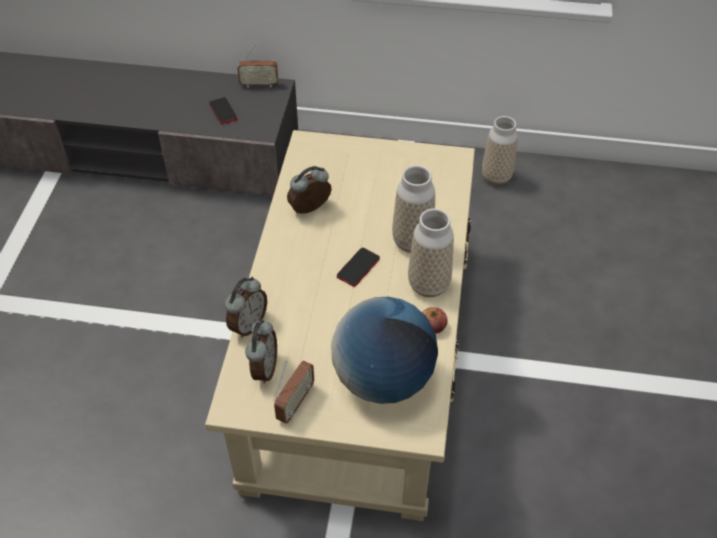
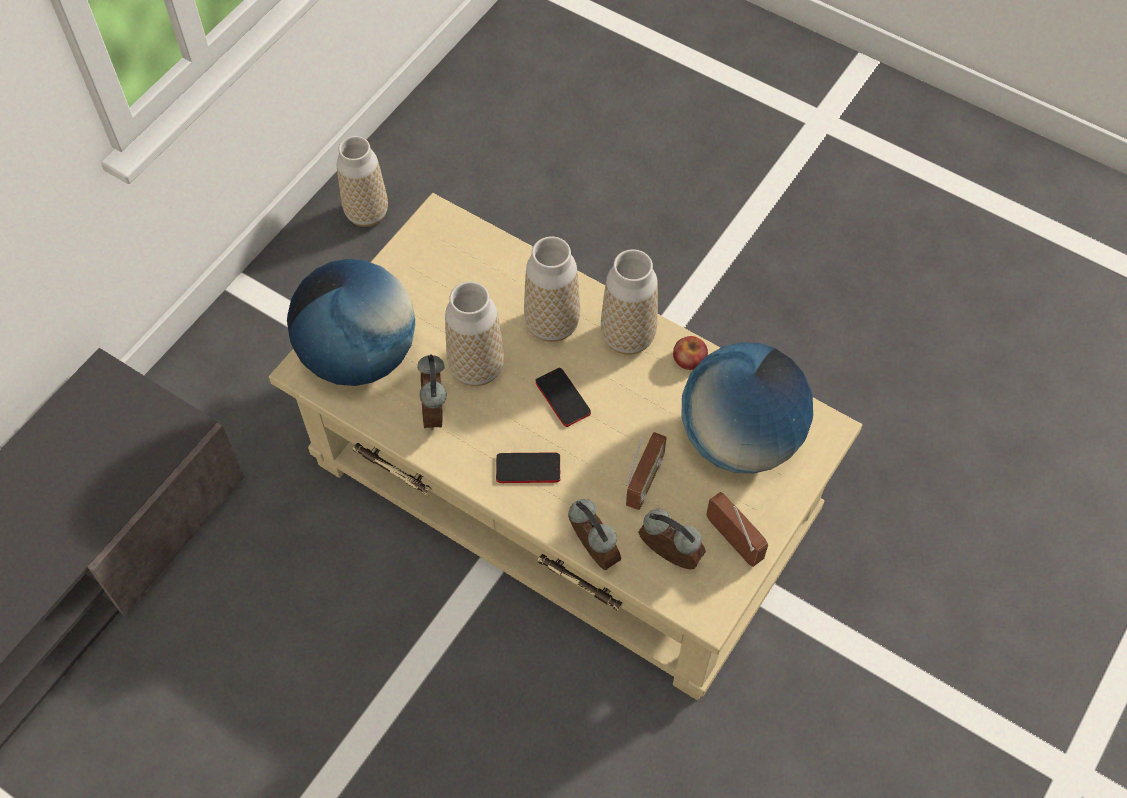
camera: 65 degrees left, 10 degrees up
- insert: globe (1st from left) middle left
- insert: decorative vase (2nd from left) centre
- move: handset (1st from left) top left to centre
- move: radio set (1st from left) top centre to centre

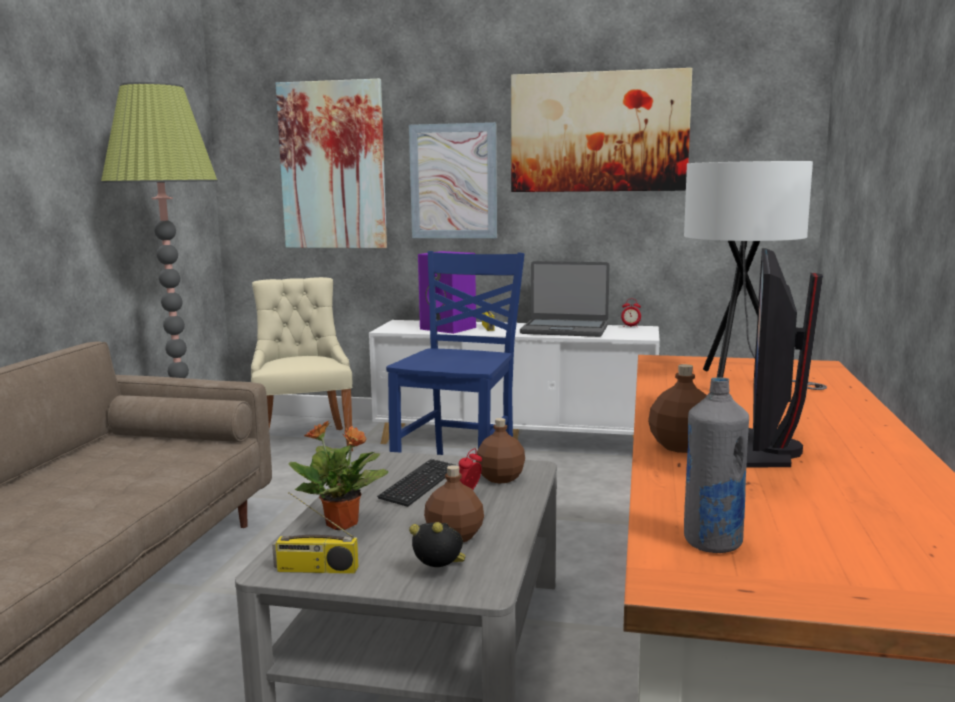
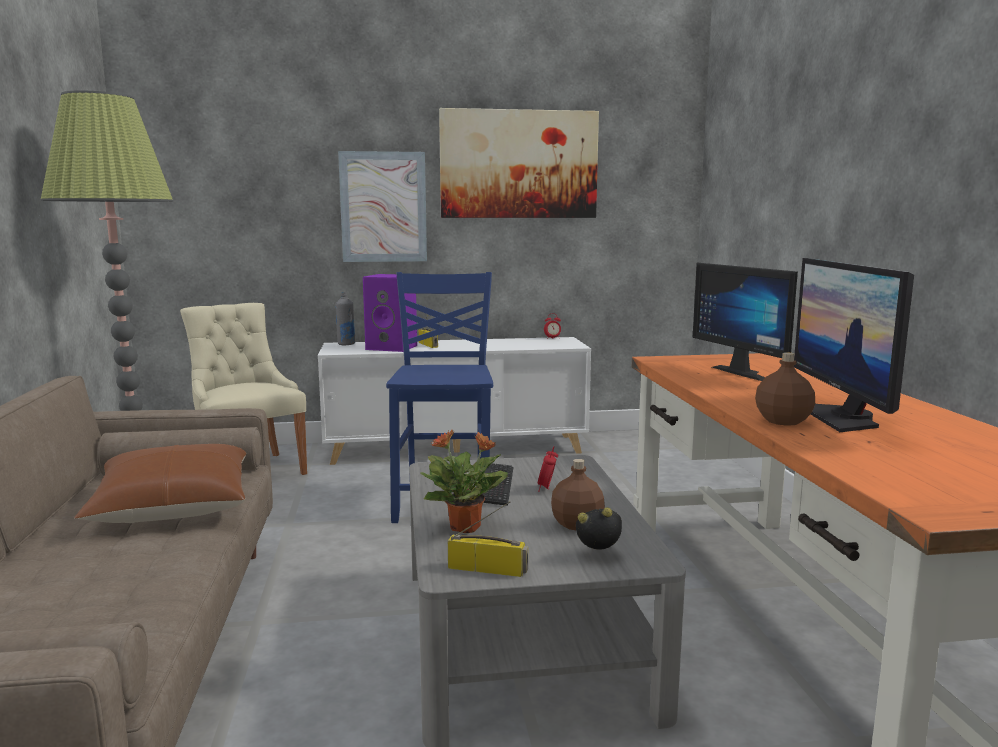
camera: 20 degrees left, 0 degrees up
- insert: pillow/brown middle left
- move: drink bottle/grey middle right to centre
- rotate: radio set (1st from left in the first image) bottom left = bottom centre 150 degrees counterclockwise
- replace: tabletop lamp/whitish middle right to computer screen (1st from left) middle right
- delete: wall picture (1st from left) top centre
- delete: drink bottle/brown (2nd from left) centre
- delete: portable computer centre

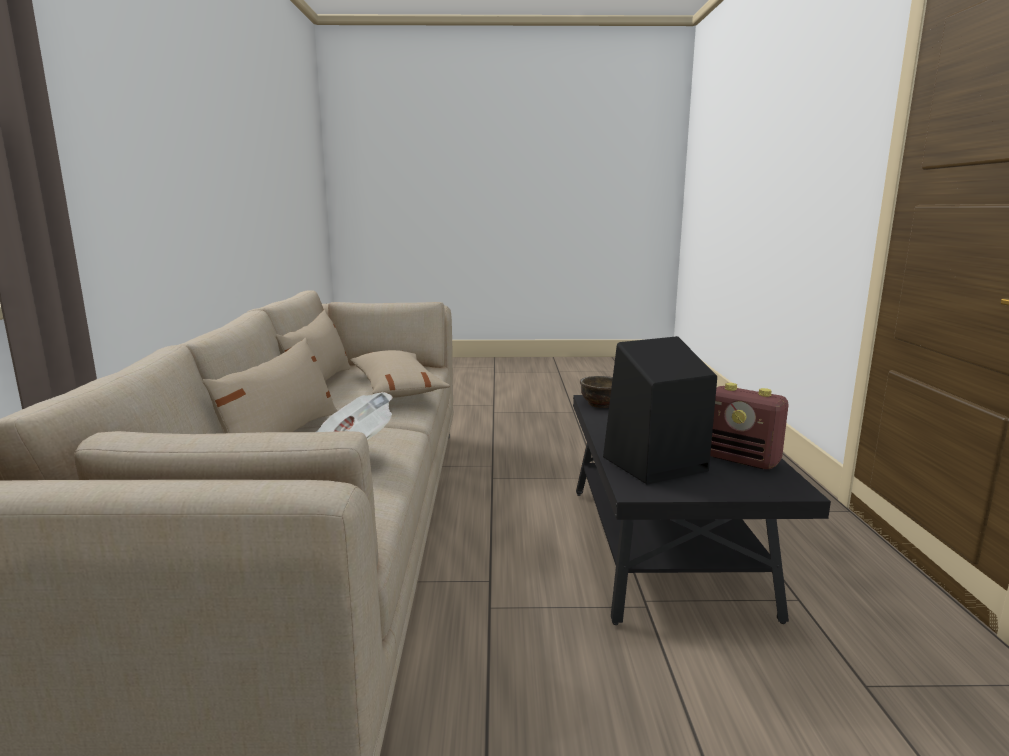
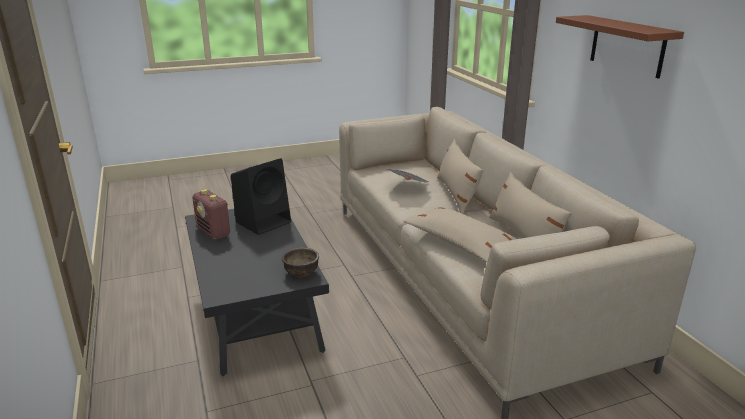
camera: 160 degrees right, 10 degrees up
- rotate: radio set middle right = middle left 150 degrees counterclockwise
- insert: bracket shelf/brown top right

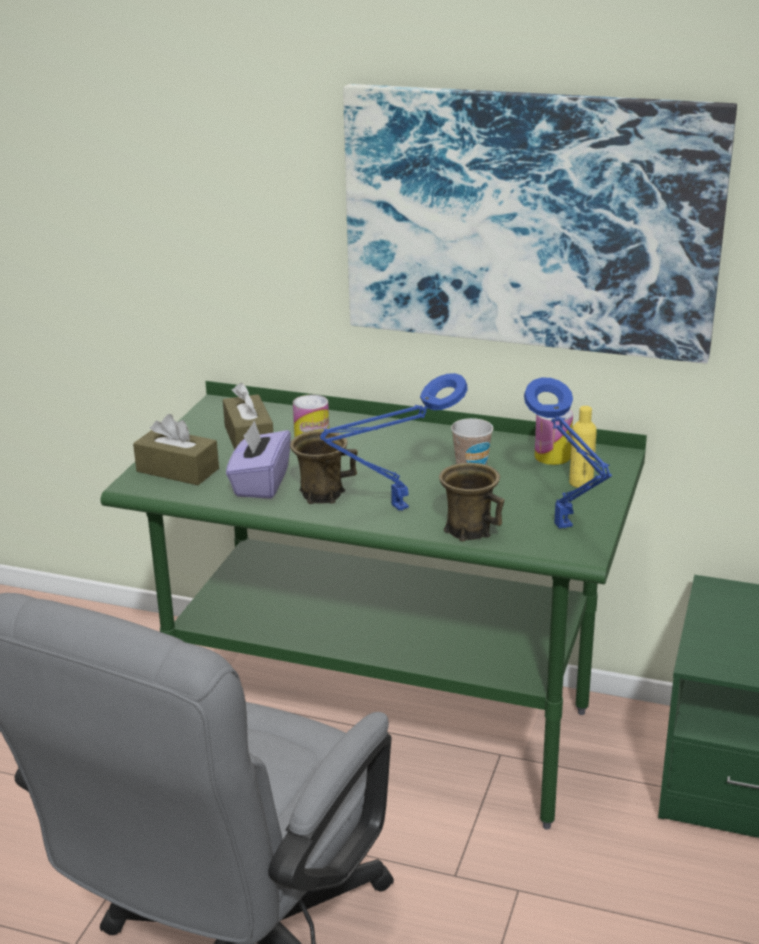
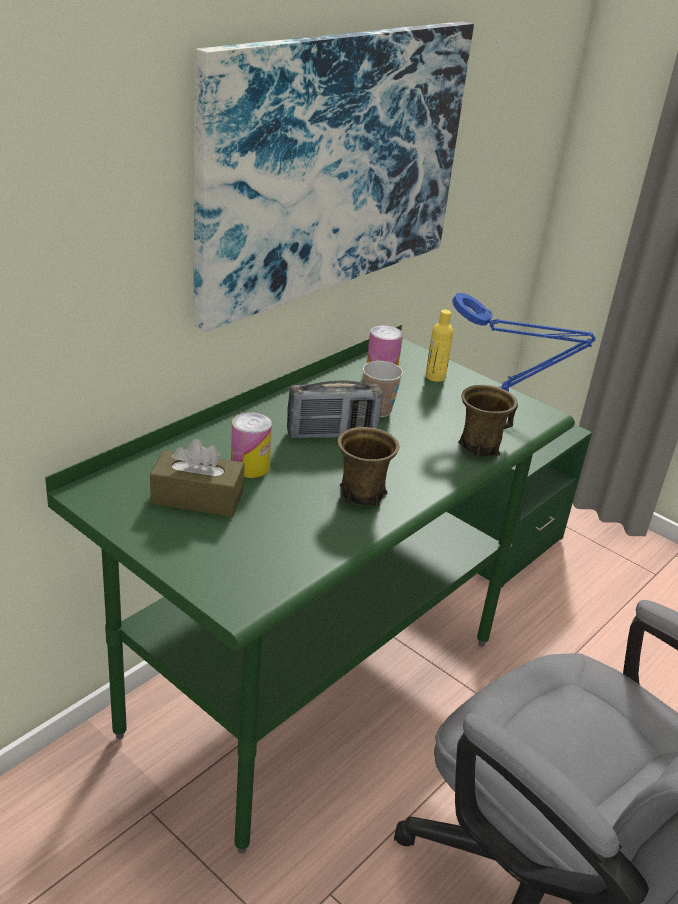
camera: 70 degrees left, 5 degrees up
- insert: radio set centre
- delete: tissue holder/brown (1st from left) middle left
- delete: tissue holder/purple centre
- delete: tabletop lamp/blue-coloured (1st from left) centre

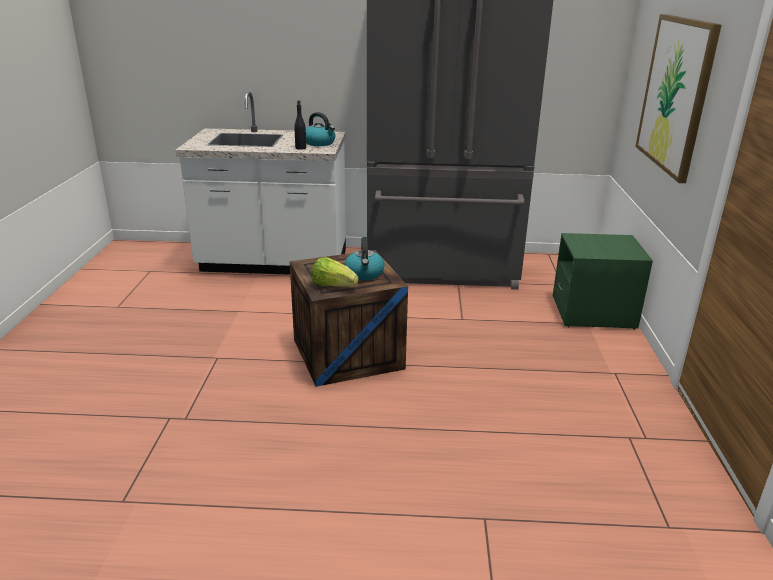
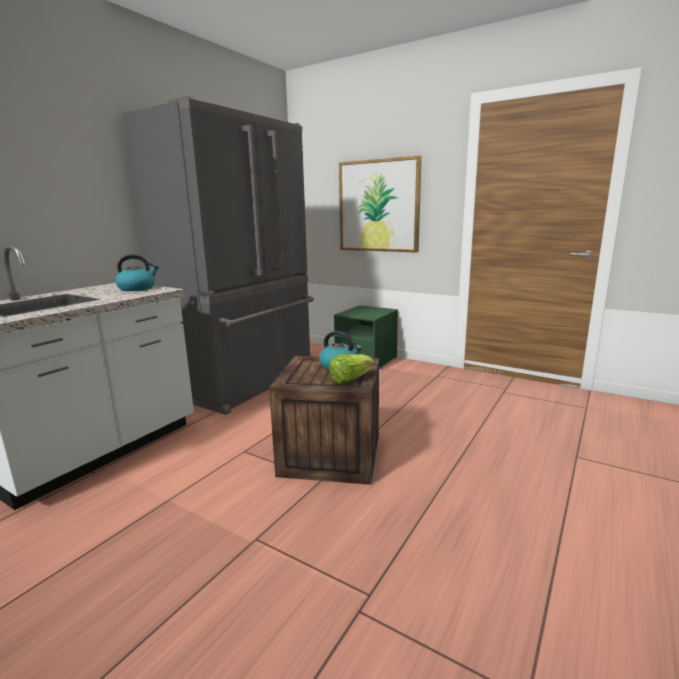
camera: 60 degrees left, 10 degrees down
- delete: drink bottle/blackish top centre

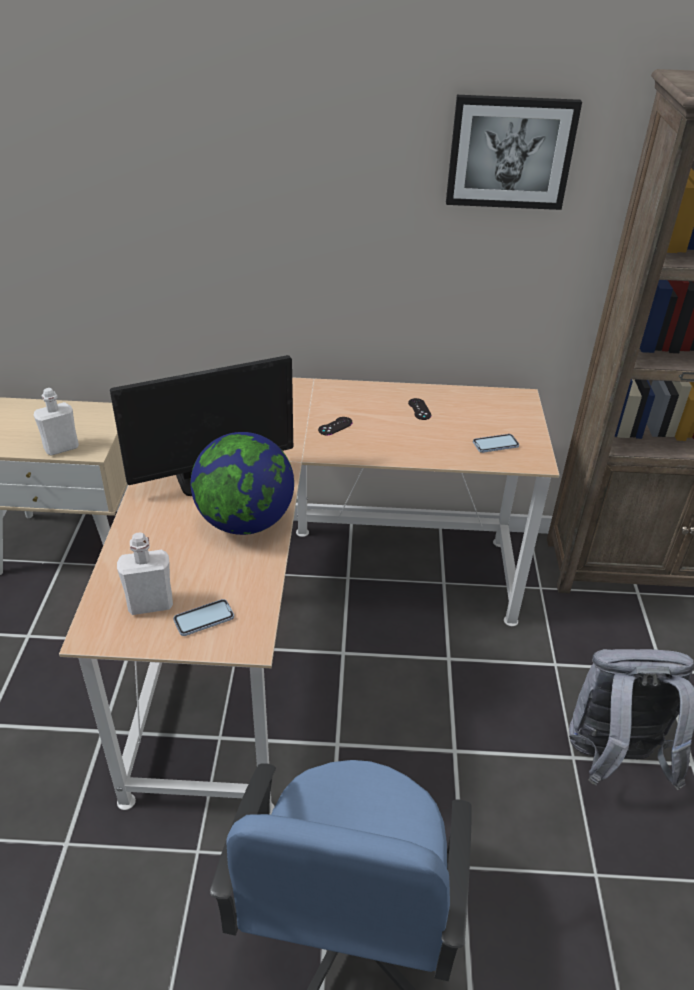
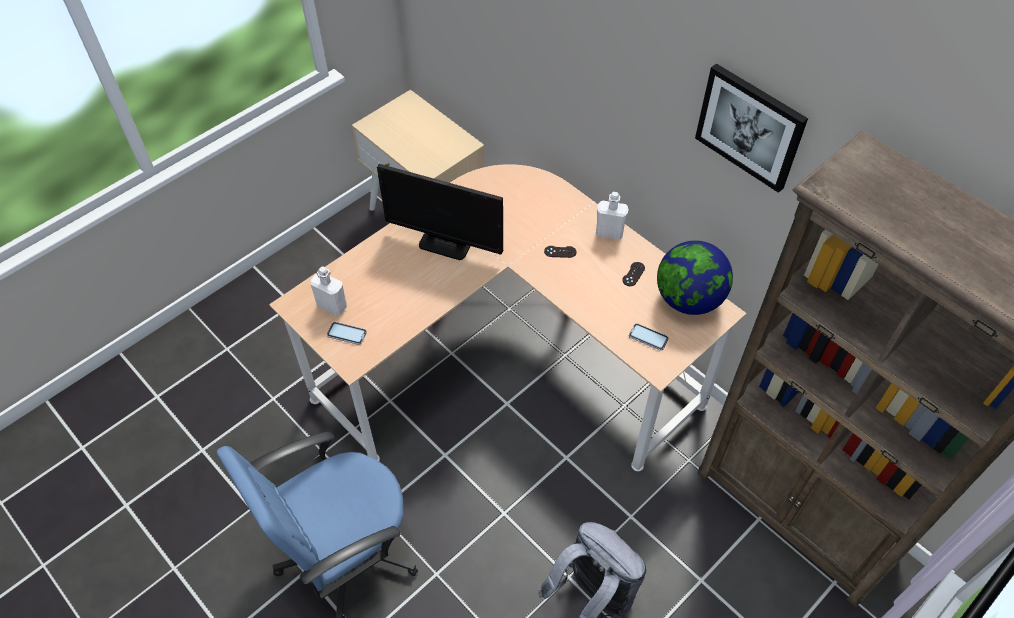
camera: 45 degrees right, 15 degrees up
- move: drink bottle/whitish (1st from left in the first image) middle left to drink bottle/whitish (2nd from left) centre
- move: globe centre to middle right

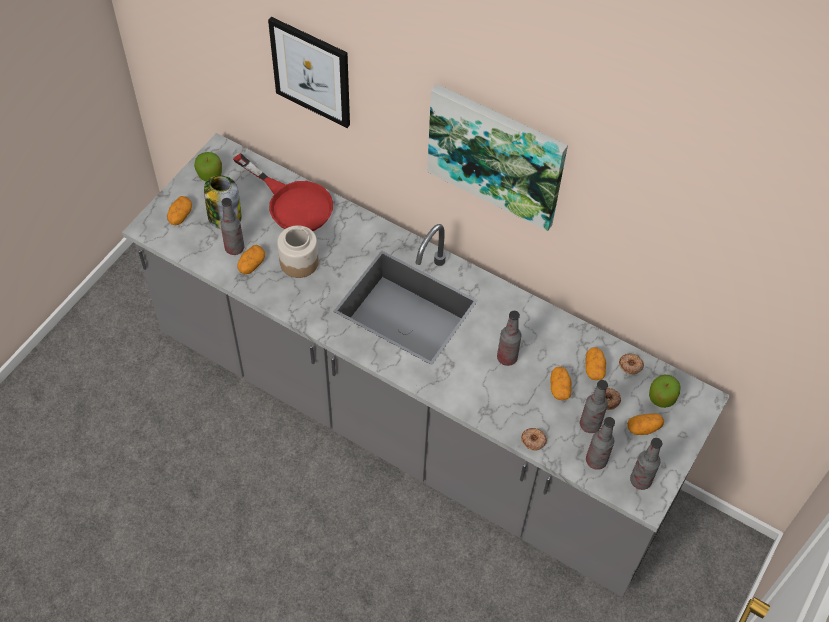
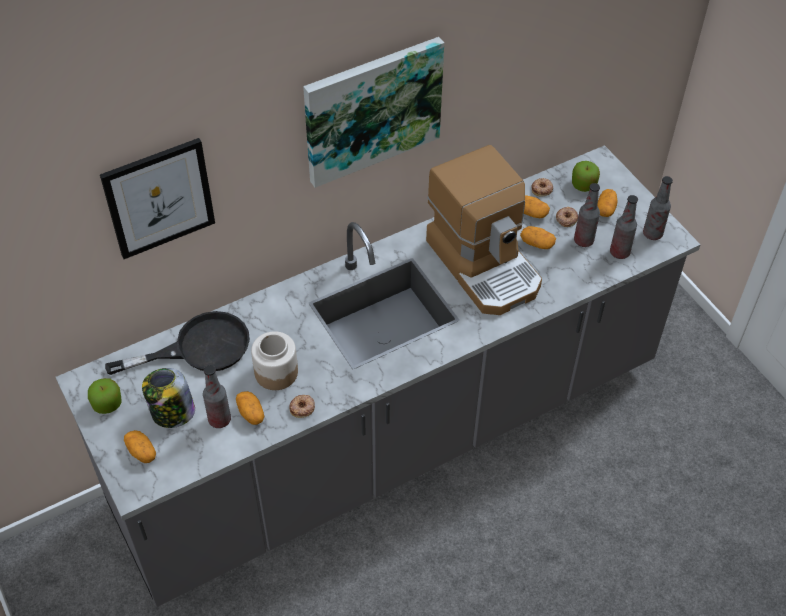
camera: 60 degrees left, 5 degrees down
- recolor: pan/red top centre to pan/blackish middle left
- move: donut (1st from left) bottom centre to centre
- replace: drink bottle (2nd from left) centre to coffee machine centre

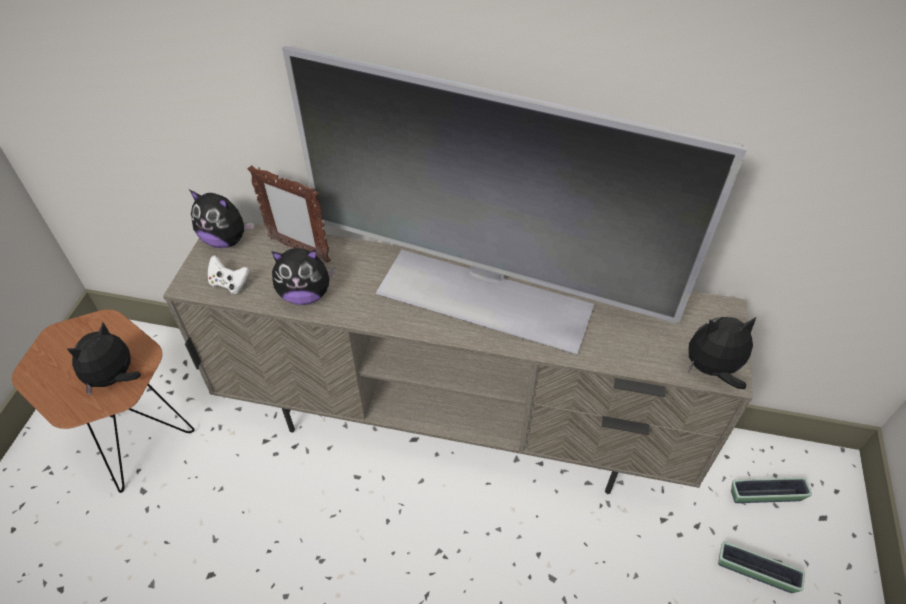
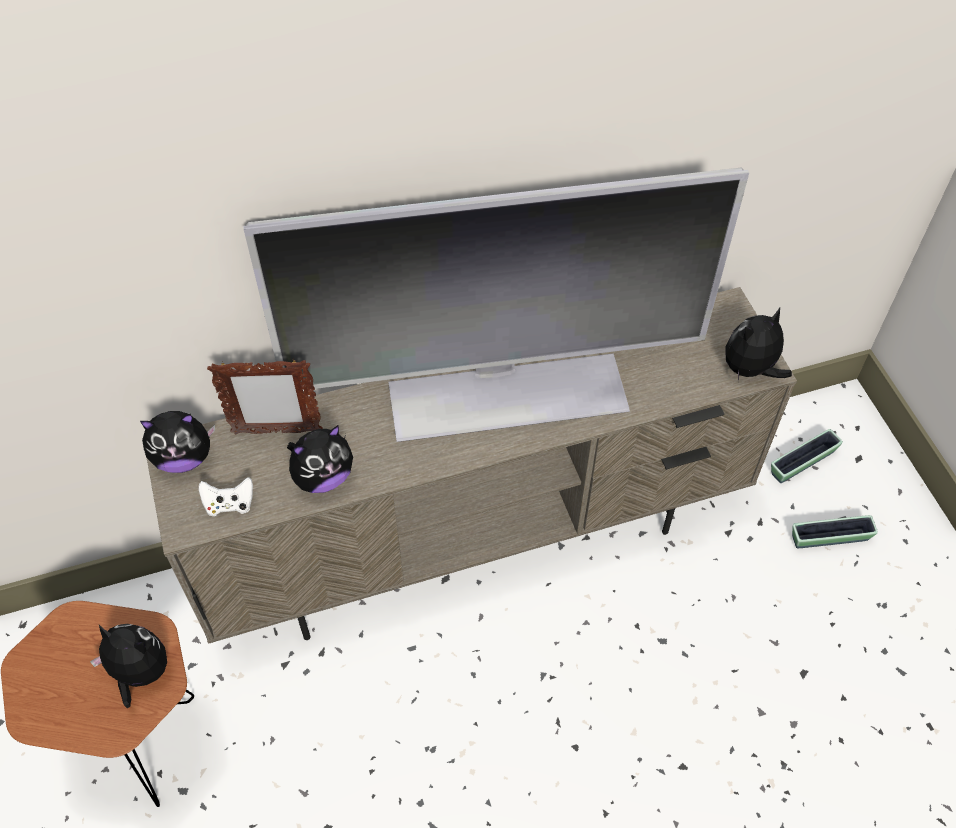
camera: 30 degrees left, 5 degrees up
- rotate: cuddly toy (1st from left) middle left = bottom left 105 degrees clockwise

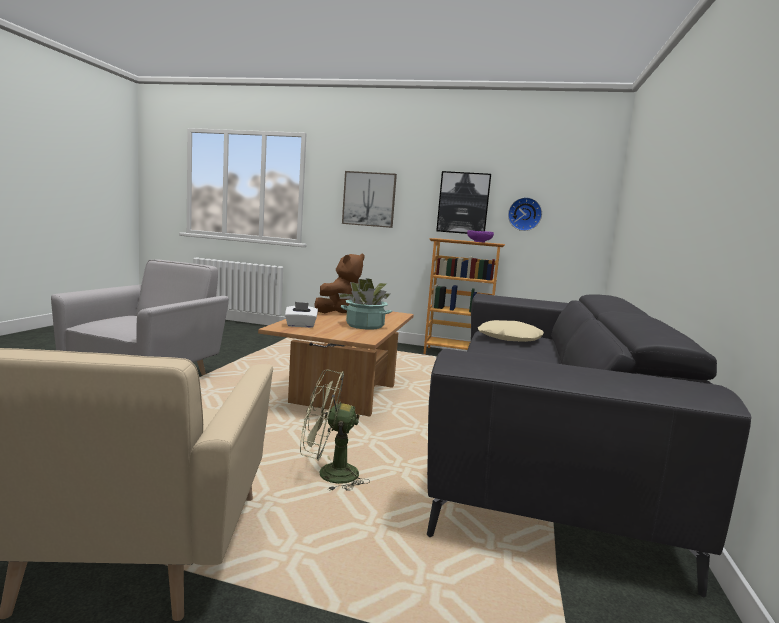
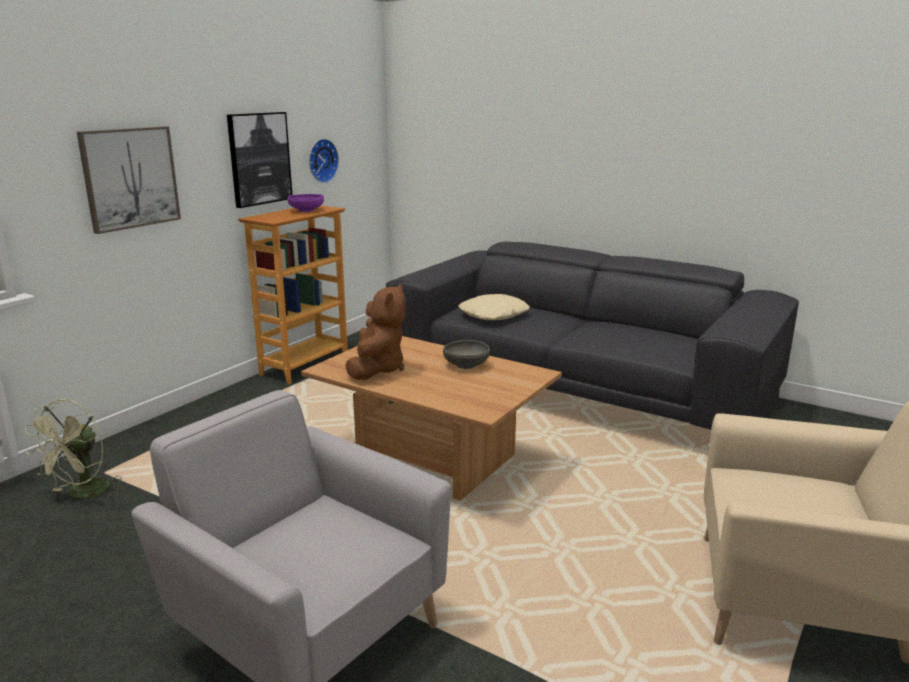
camera: 70 degrees left, 10 degrees up
- move: cooling fan/greenish bottom centre to middle left
- rotate: cuddly toy/brown centre = centre 45 degrees clockwise
- replace: houseplant centre to deep dish/grey centre
- delete: tissue holder/whitish centre

